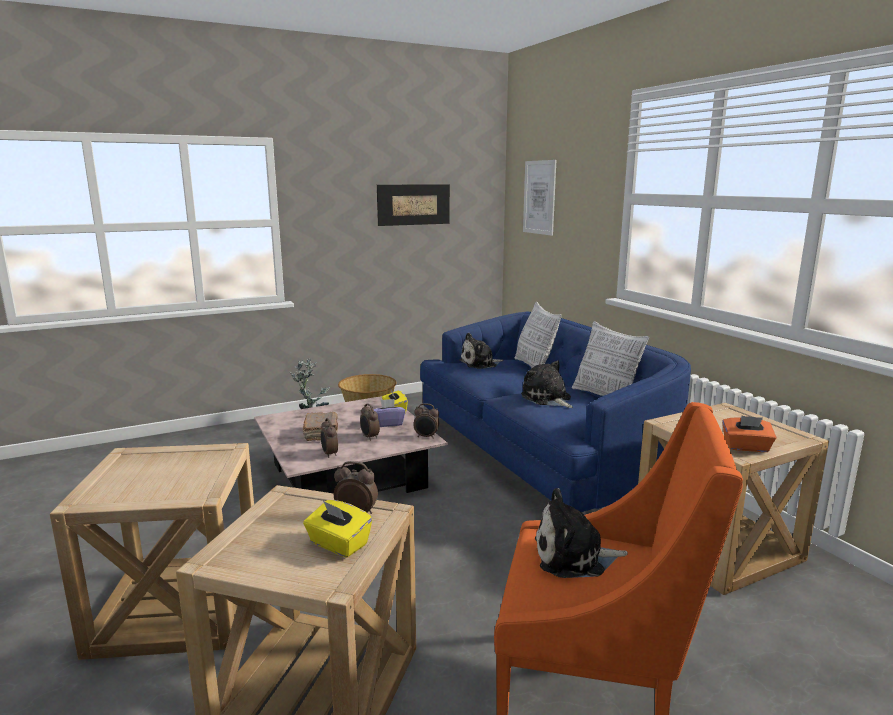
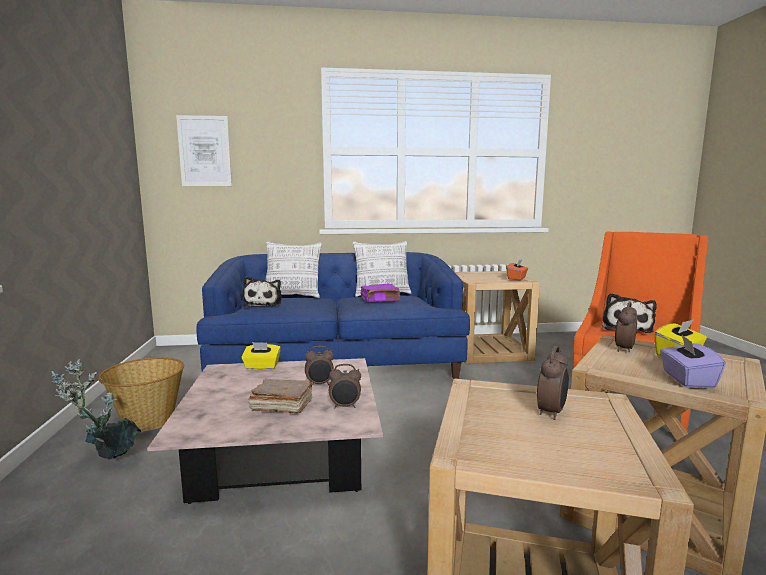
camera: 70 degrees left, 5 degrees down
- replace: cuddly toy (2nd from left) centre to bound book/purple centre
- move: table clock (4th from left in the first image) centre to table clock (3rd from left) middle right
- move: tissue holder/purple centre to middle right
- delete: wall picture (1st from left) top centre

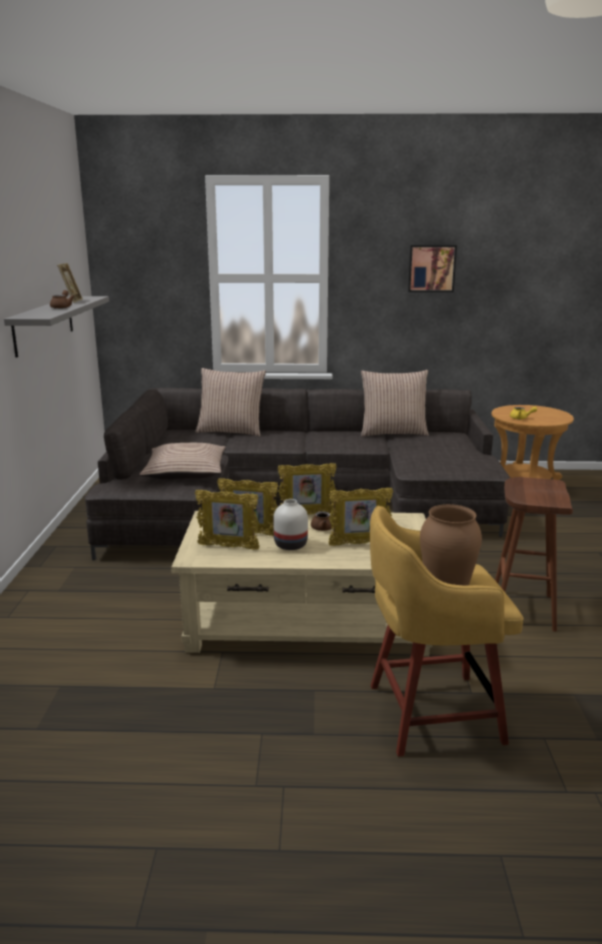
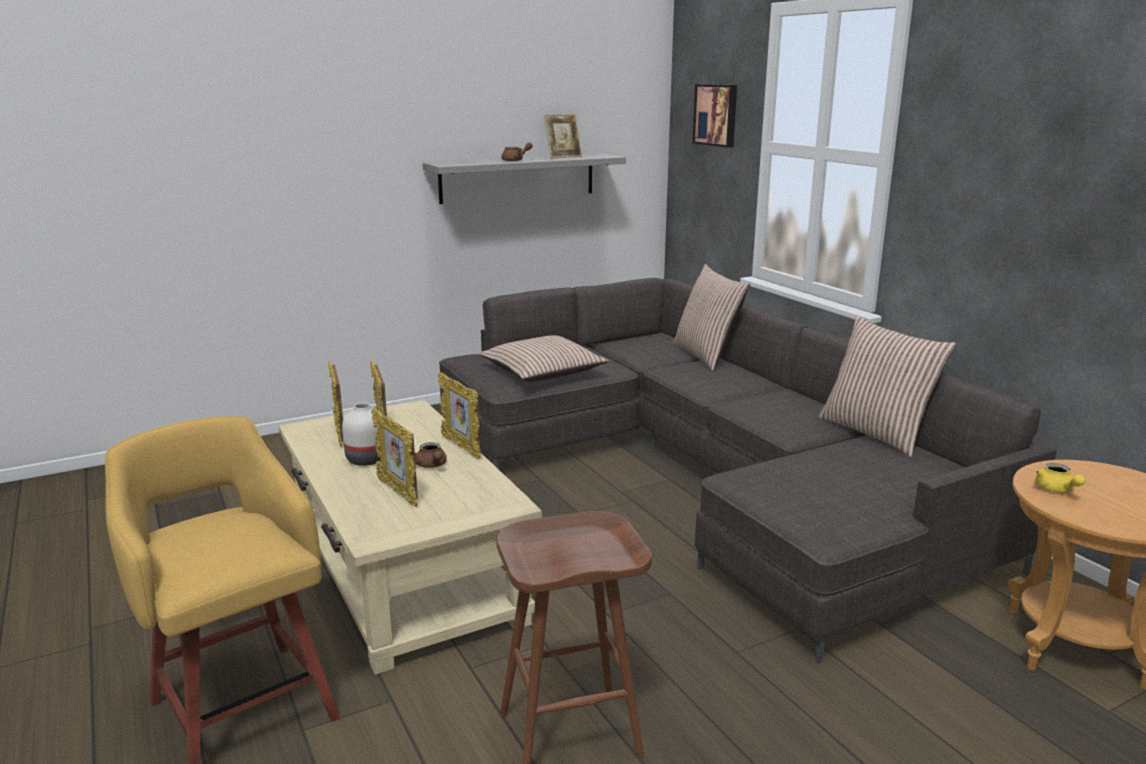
camera: 60 degrees right, 0 degrees up
- move: wall picture top right to top centre
- delete: decorative vase/brown middle right

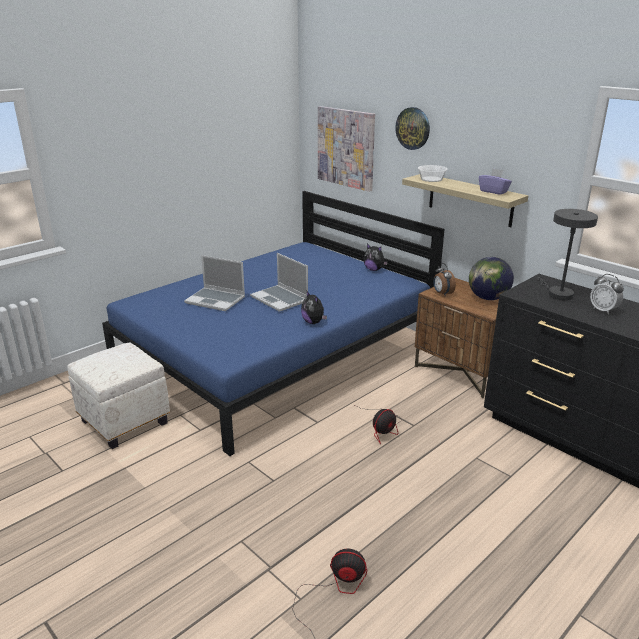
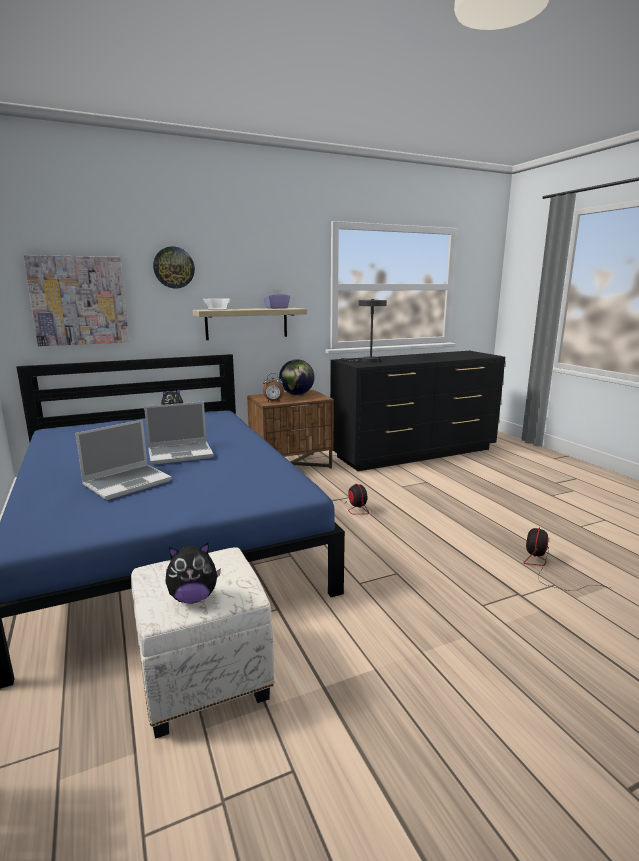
camera: 70 degrees left, 10 degrees down
- move: cuddly toy (1st from left in the first image) centre to cuddly toy (2nd from left) middle left
- delete: table clock (2nd from left) middle right

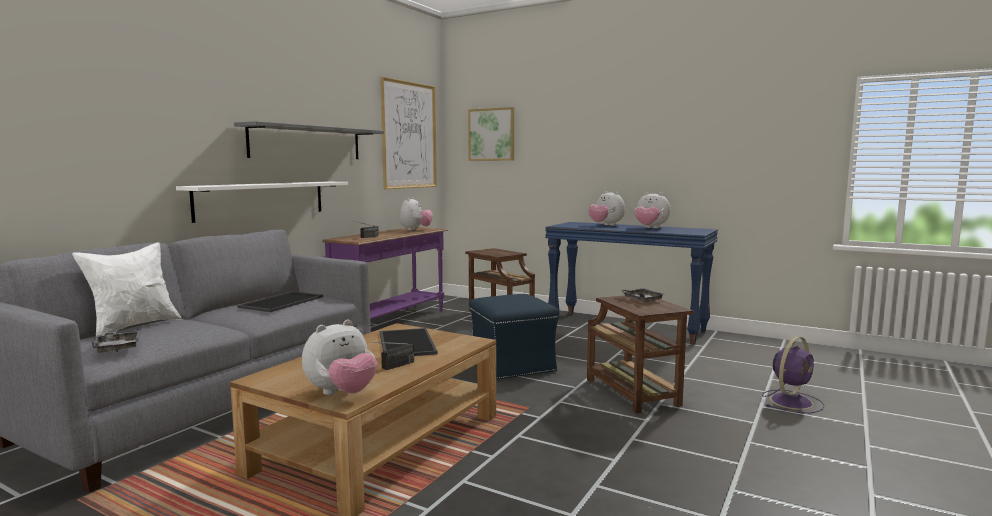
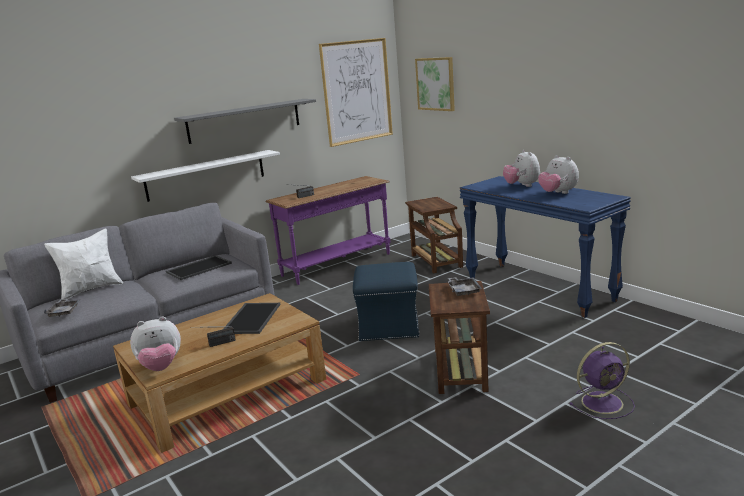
camera: 25 degrees right, 10 degrees up
- delete: cuddly toy (2nd from left) centre

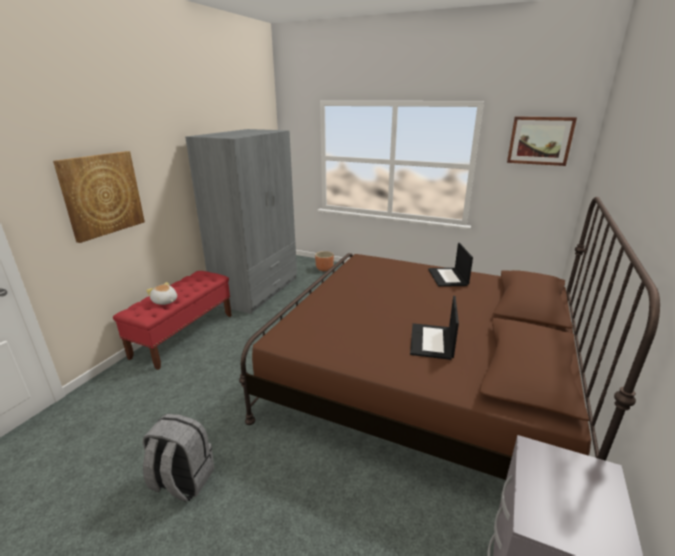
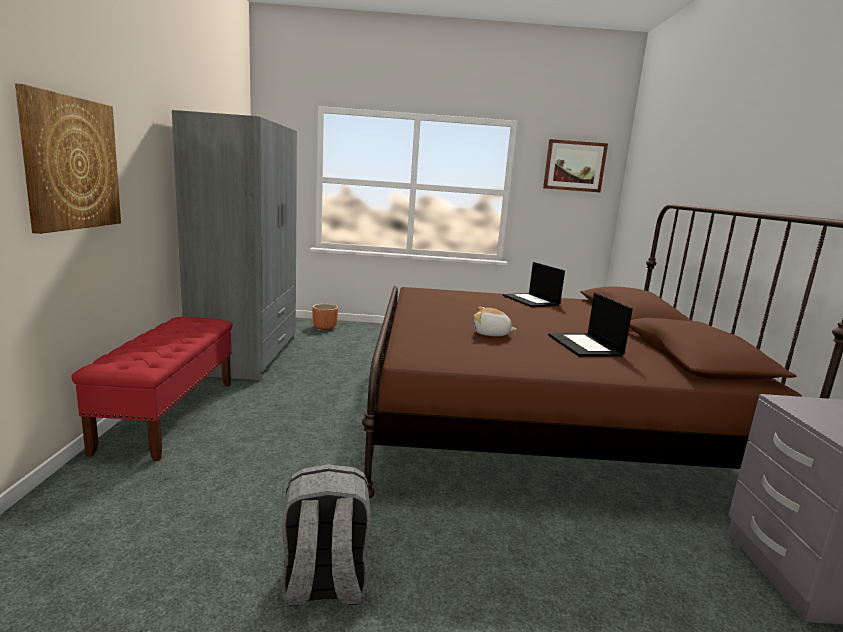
camera: 25 degrees left, 10 degrees down
- move: cuddly toy middle left to centre

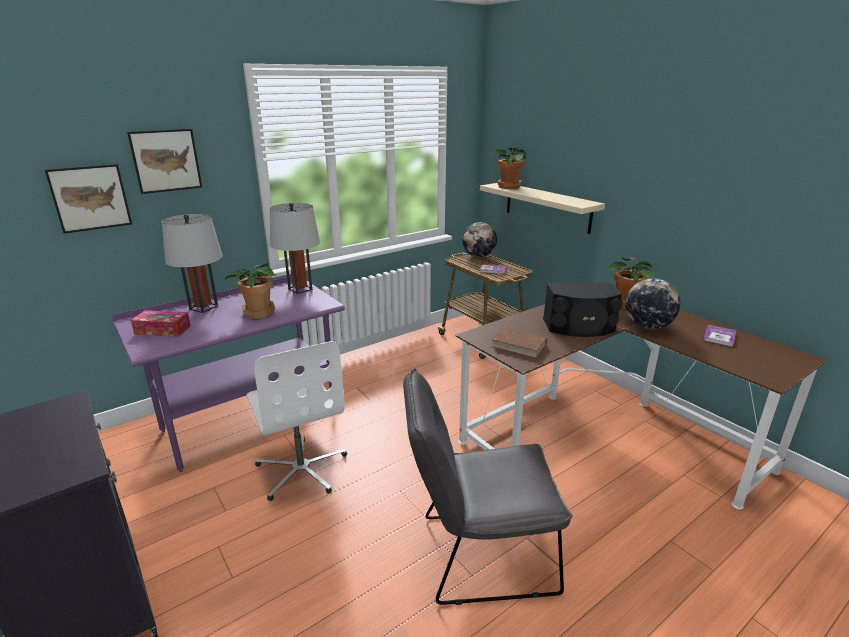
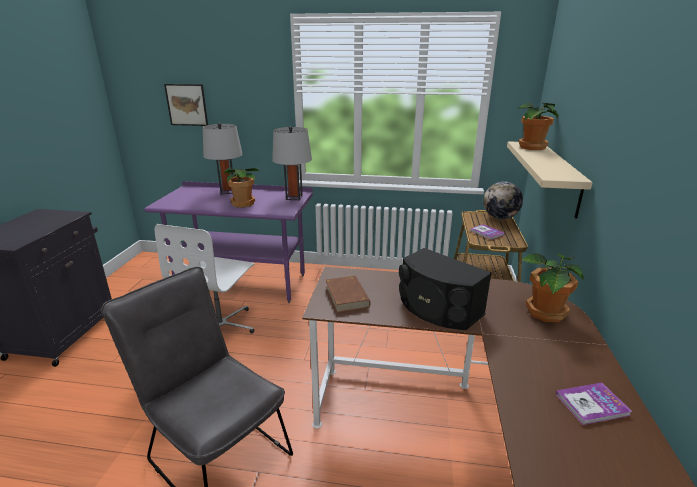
camera: 45 degrees right, 0 degrees up
- delete: wall picture (2nd from left) top left
- delete: tissue holder middle left
- delete: globe (2nd from left) middle right

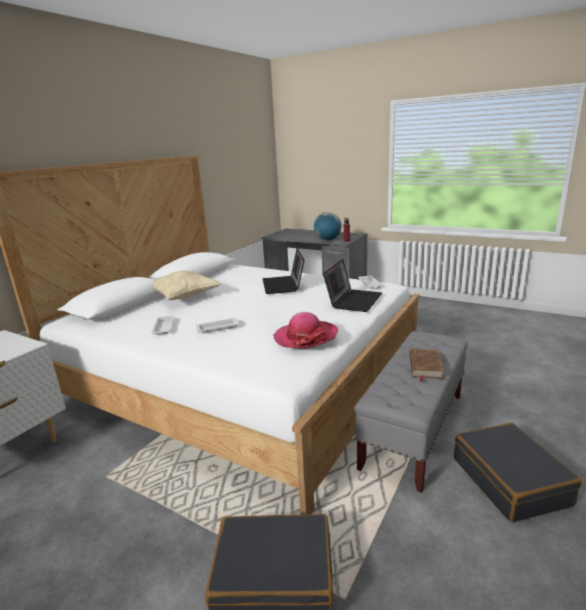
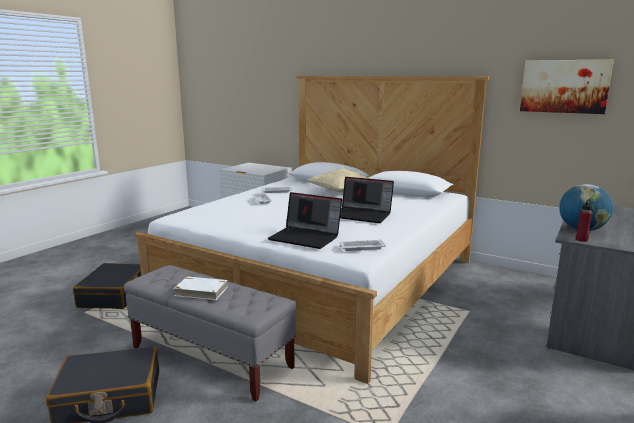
camera: 90 degrees right, 5 degrees down
- recolor: bound book/brown middle right to bound book/whitish bottom left
- rotate: portable computer (1st from left in the first image) centre = centre 150 degrees counterclockwise
- insert: wall picture top right
- delete: wearable hat centre

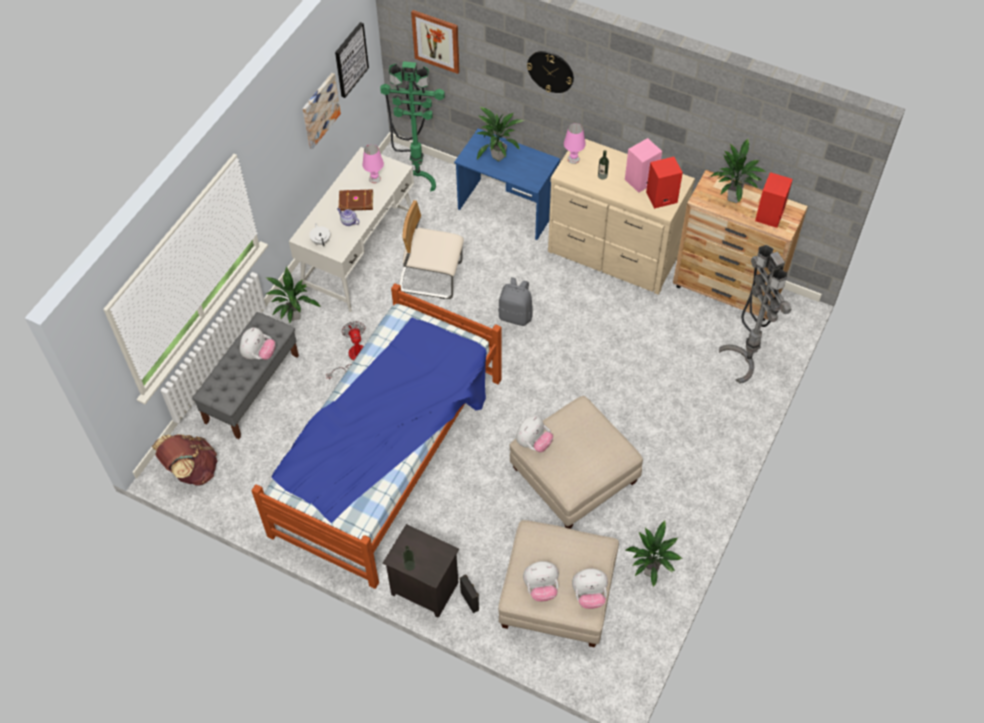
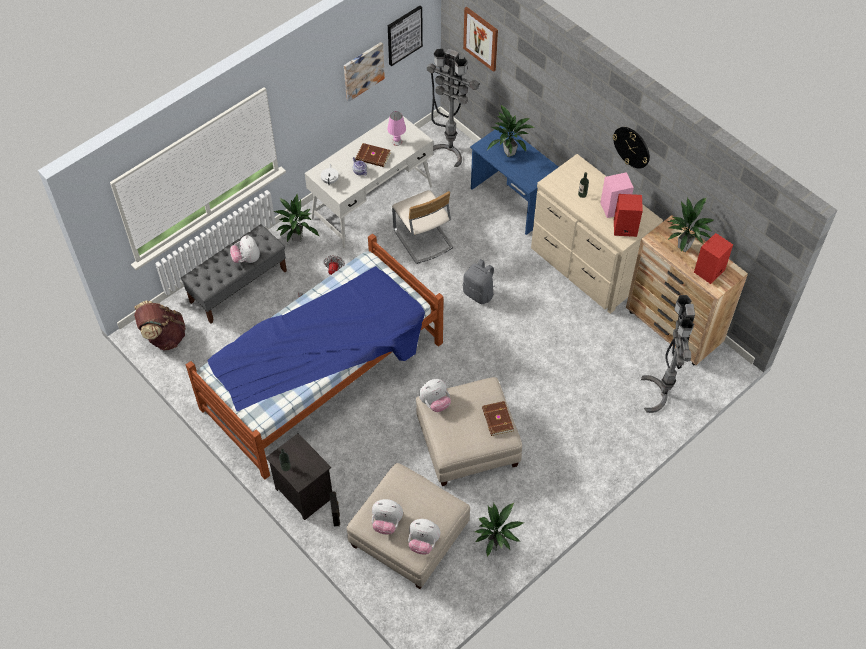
camera: 20 degrees right, 0 degrees up
- rotate: cuddly toy (1st from left) middle left = middle left 120 degrees clockwise
- rotate: chair/beige centre = centre 150 degrees counterclockwise
- recolor: standard lamp/greenish top centre to standard lamp/grey (1st from left) top centre
- insert: bound book/brown (2nd from left) centre
- move: wall clock top centre to top right
- delete: tabletop lamp/pinkish (2nd from left) top centre

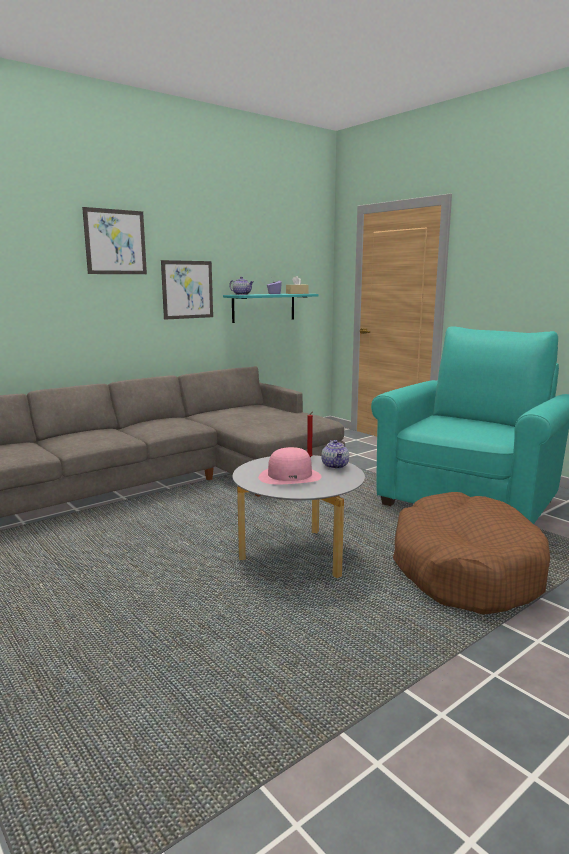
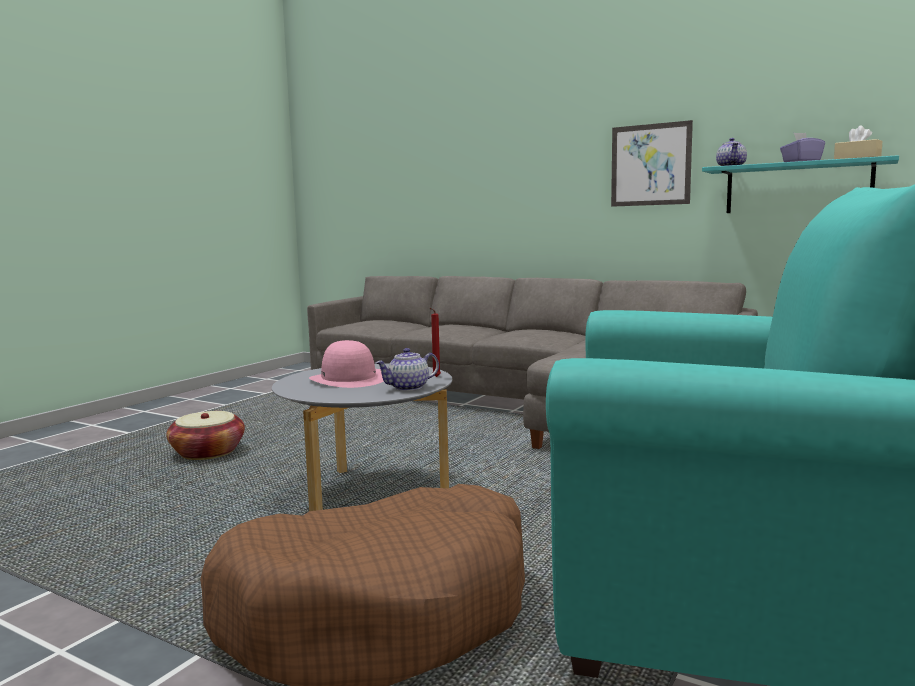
camera: 70 degrees right, 5 degrees down
- insert: basket middle left
- delete: wall picture (1st from left) top left

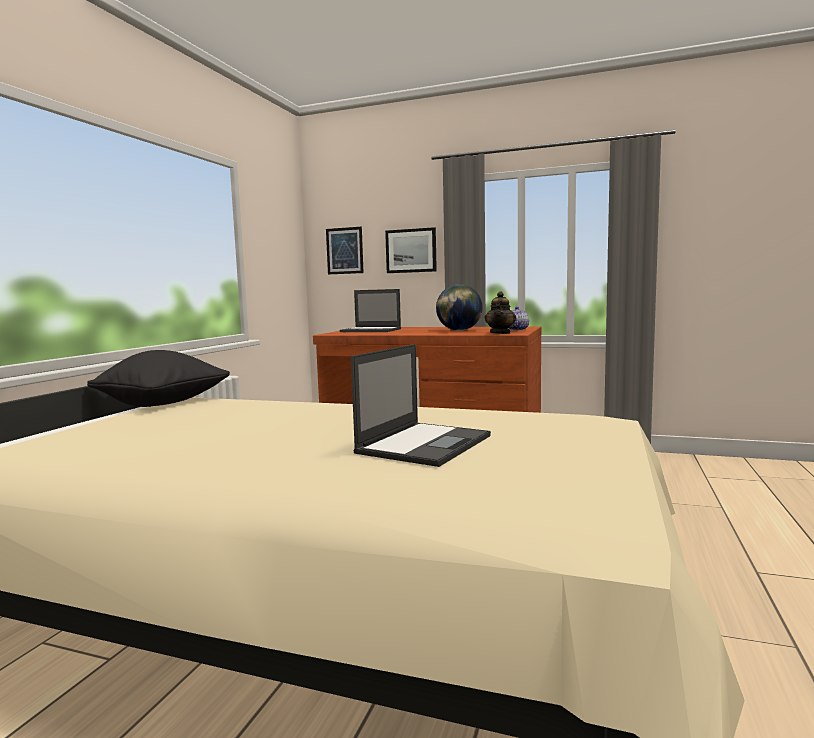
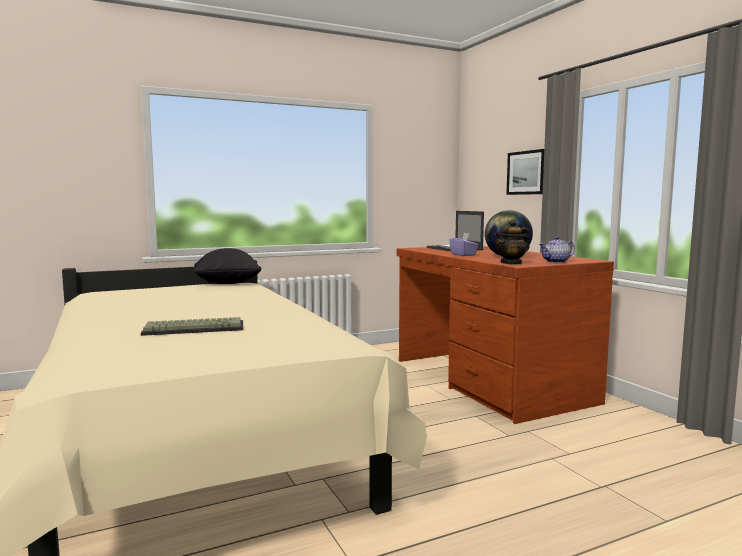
camera: 45 degrees right, 0 degrees up
- replace: portable computer (2nd from left) centre to keyboard middle left
- insert: tissue holder/purple centre
- delete: wall picture (1st from left) centre

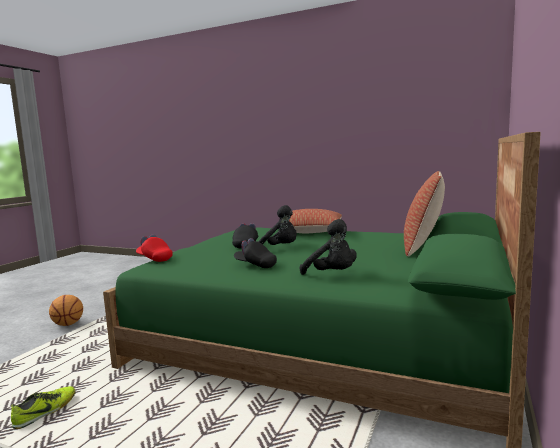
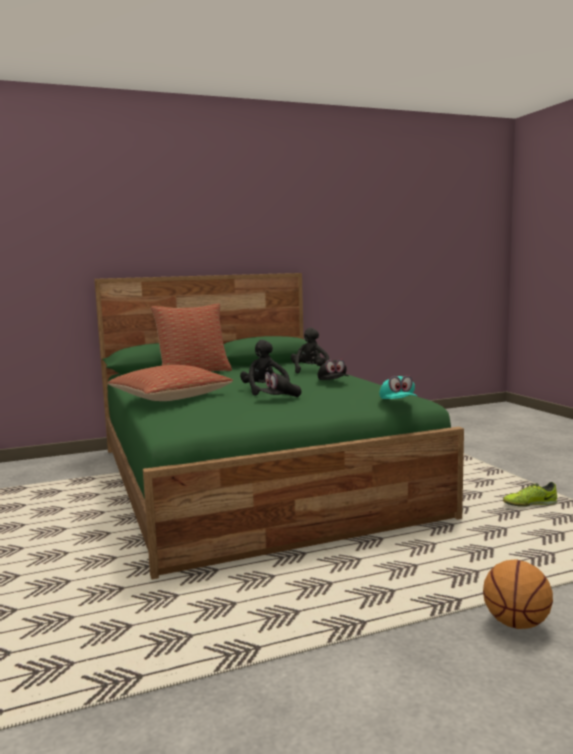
camera: 135 degrees left, 0 degrees up
- recolor: baseball cap/red middle left to baseball cap/turquoise middle right

